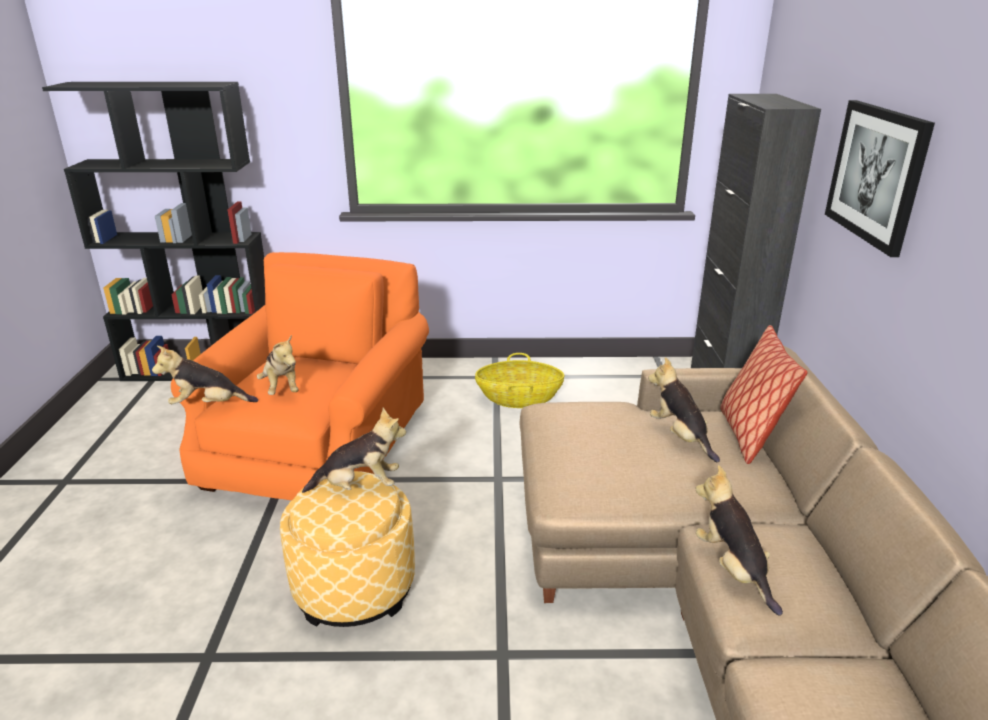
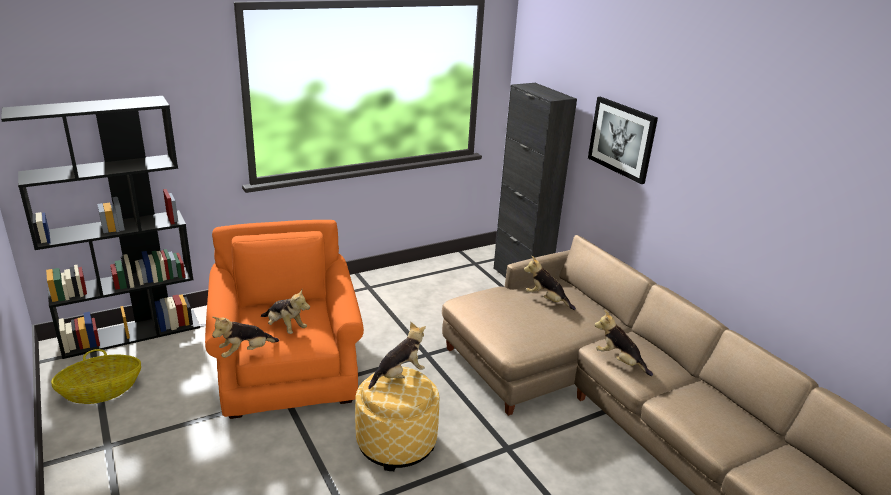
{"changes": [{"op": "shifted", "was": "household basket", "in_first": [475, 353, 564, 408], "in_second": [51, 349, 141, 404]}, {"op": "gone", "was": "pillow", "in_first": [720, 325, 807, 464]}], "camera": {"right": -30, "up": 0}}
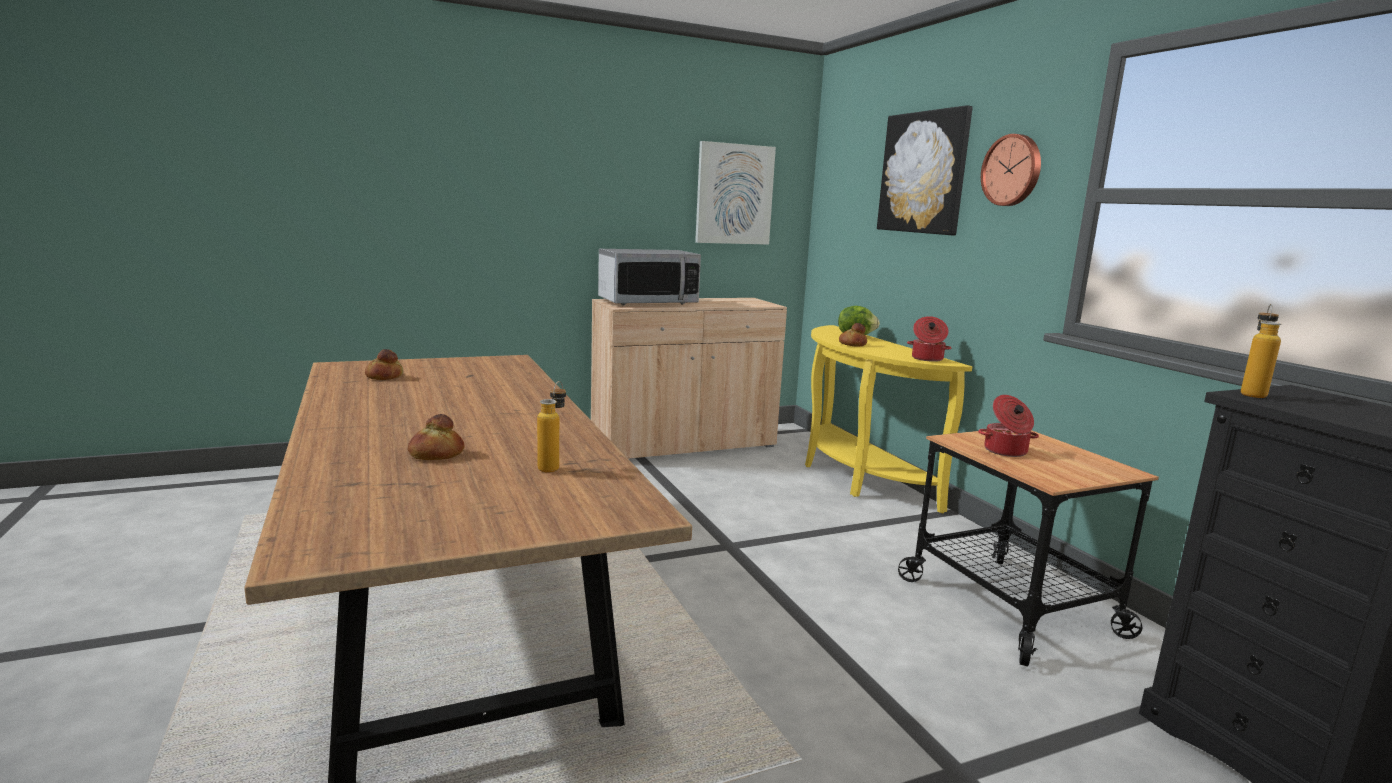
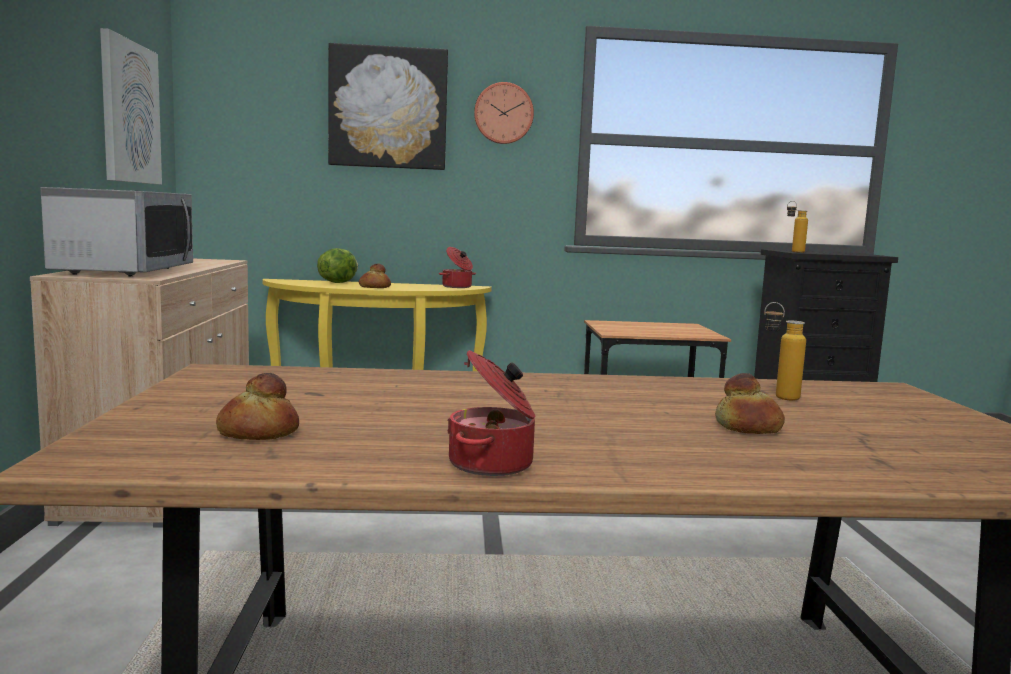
{"changes": [{"op": "shifted", "was": "cooking pot", "in_first": [978, 395, 1039, 457], "in_second": [447, 350, 535, 476]}], "camera": {"right": -70, "up": -5}}
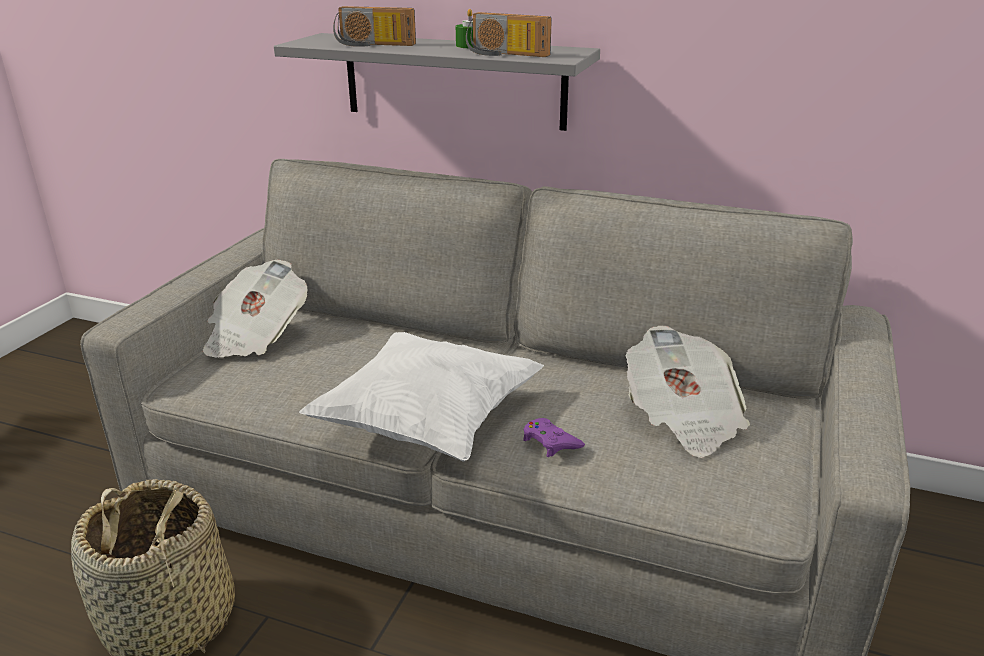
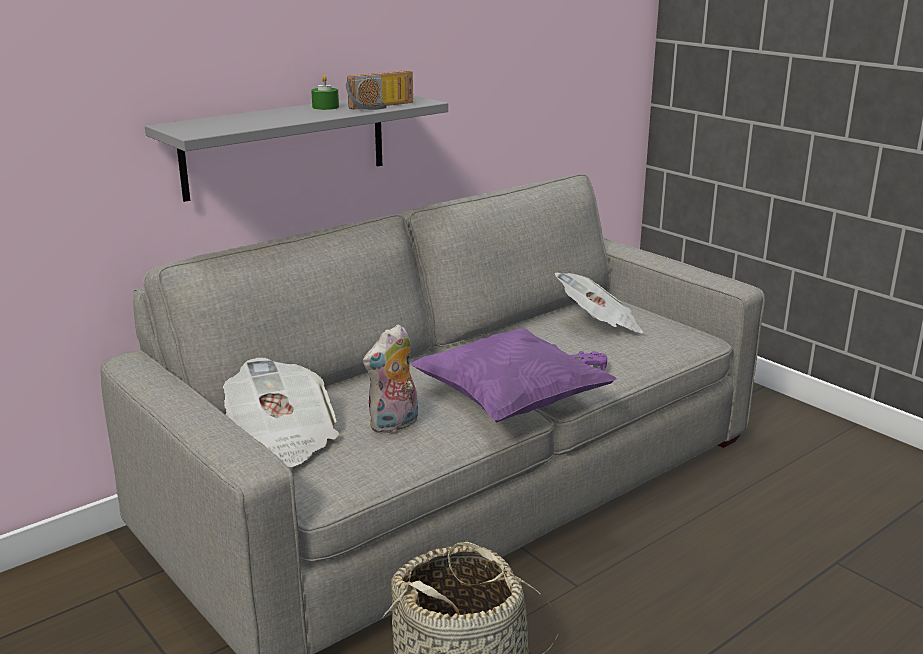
{"changes": [{"op": "repainted", "was": "white pillow", "now": "purplish pillow", "in_first": [299, 332, 544, 462], "in_second": [410, 328, 617, 423]}, {"op": "gone", "was": "radio", "in_first": [333, 6, 416, 47]}, {"op": "new", "now": "cuddly toy", "in_second": [363, 324, 418, 434]}], "camera": {"right": -60, "up": -5}}
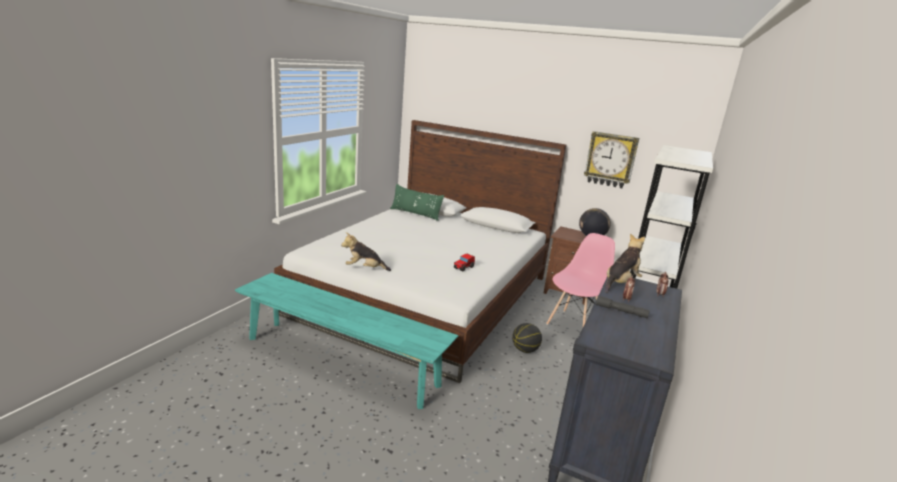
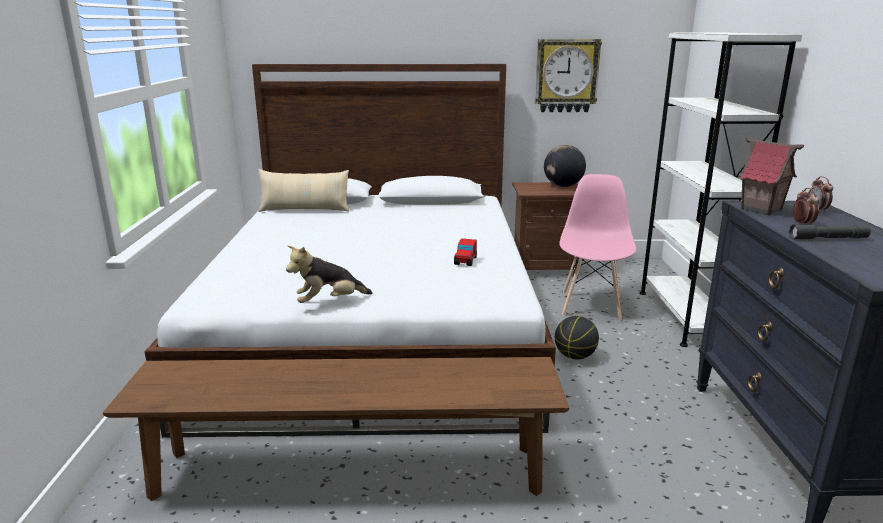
{"changes": [{"op": "repainted", "was": "turquoise indoor bench", "now": "brownish indoor bench", "in_first": [235, 273, 459, 409], "in_second": [103, 357, 569, 501]}, {"op": "repainted", "was": "green-coloured pillow", "now": "sand-coloured pillow", "in_first": [390, 184, 444, 221], "in_second": [258, 169, 349, 212]}, {"op": "swapped", "was": "cuddly toy", "now": "miniature house", "in_first": [605, 233, 645, 293], "in_second": [739, 137, 804, 215]}], "camera": {"right": -25, "up": 0}}
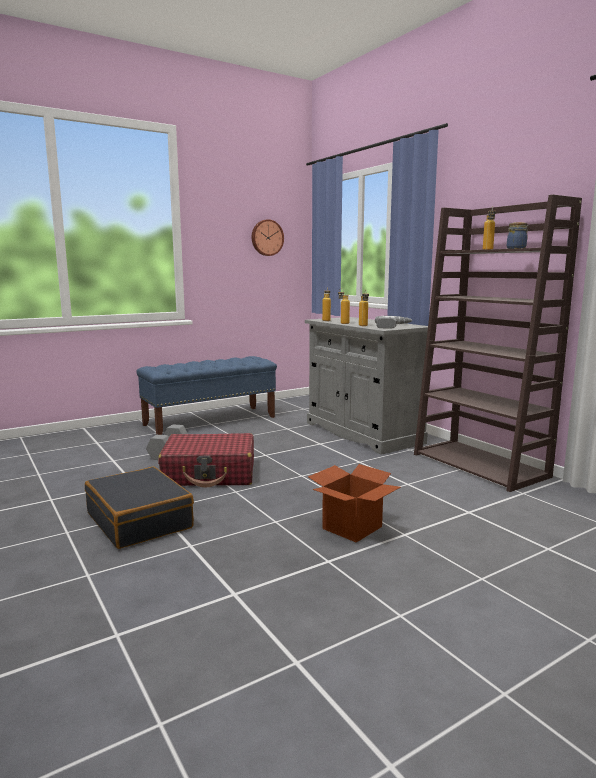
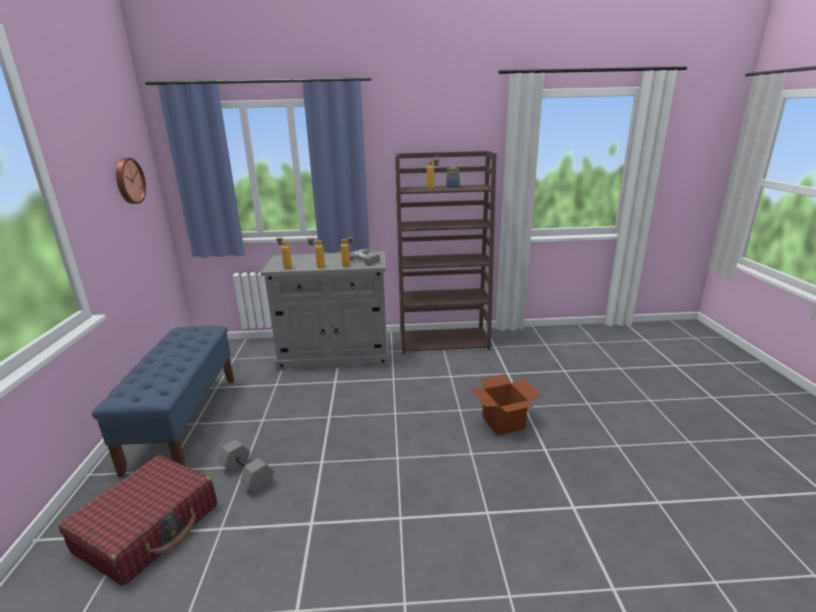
{"changes": [{"op": "gone", "was": "black-coloured piece of luggage", "in_first": [85, 467, 194, 549]}, {"op": "shifted", "was": "red-coloured piece of luggage", "in_first": [158, 433, 254, 487], "in_second": [58, 455, 217, 586]}], "camera": {"right": -60, "up": 10}}
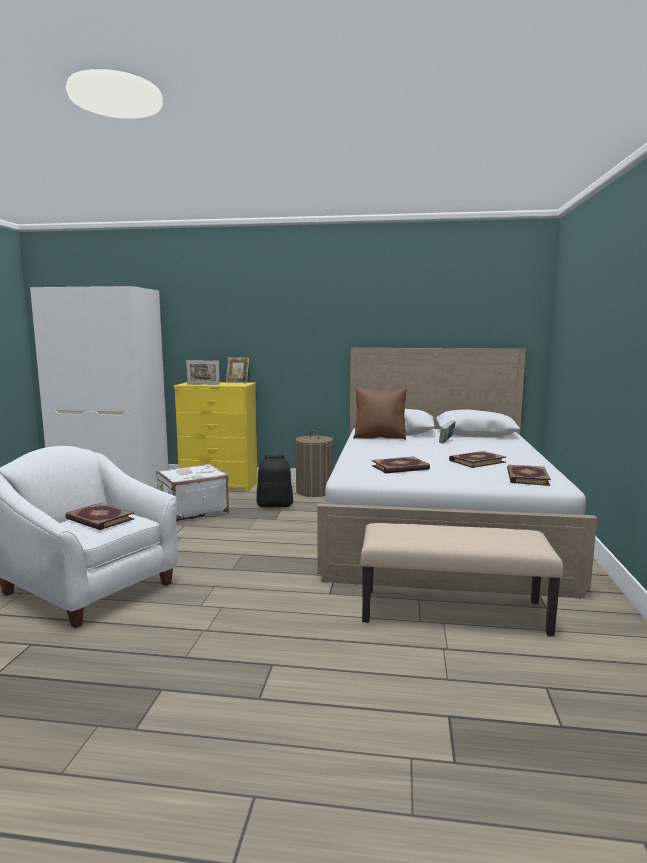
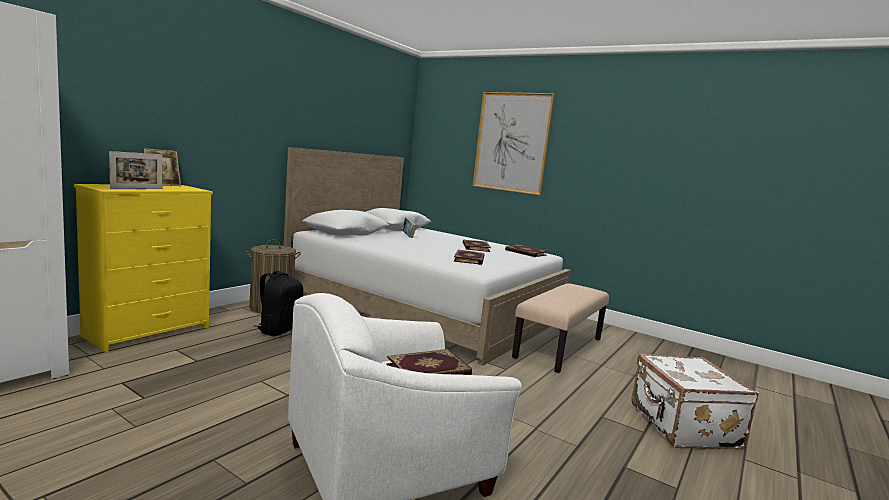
{"changes": [{"op": "shifted", "was": "white piece of luggage", "in_first": [156, 463, 229, 522], "in_second": [631, 354, 759, 450]}, {"op": "gone", "was": "brownish pillow", "in_first": [353, 388, 407, 440]}, {"op": "new", "now": "wall picture", "in_second": [473, 92, 555, 195]}], "camera": {"right": -65, "up": 0}}
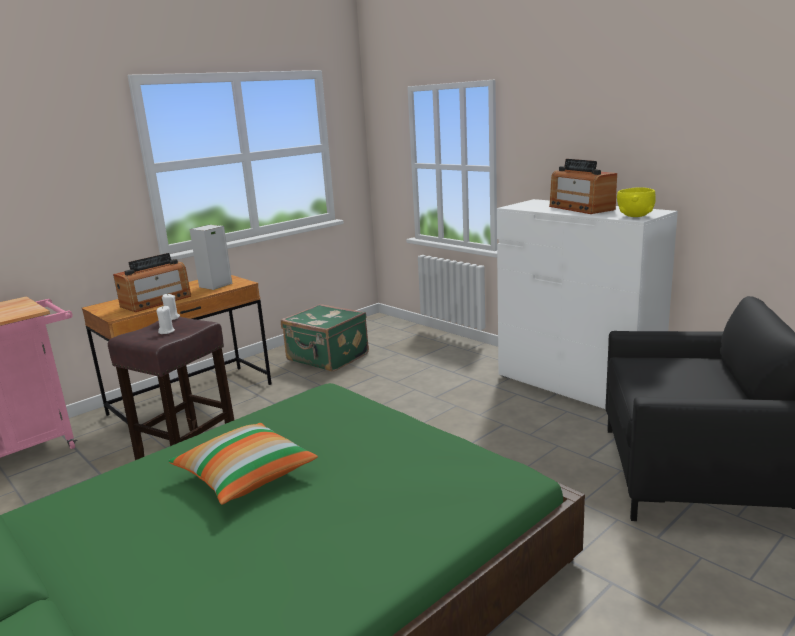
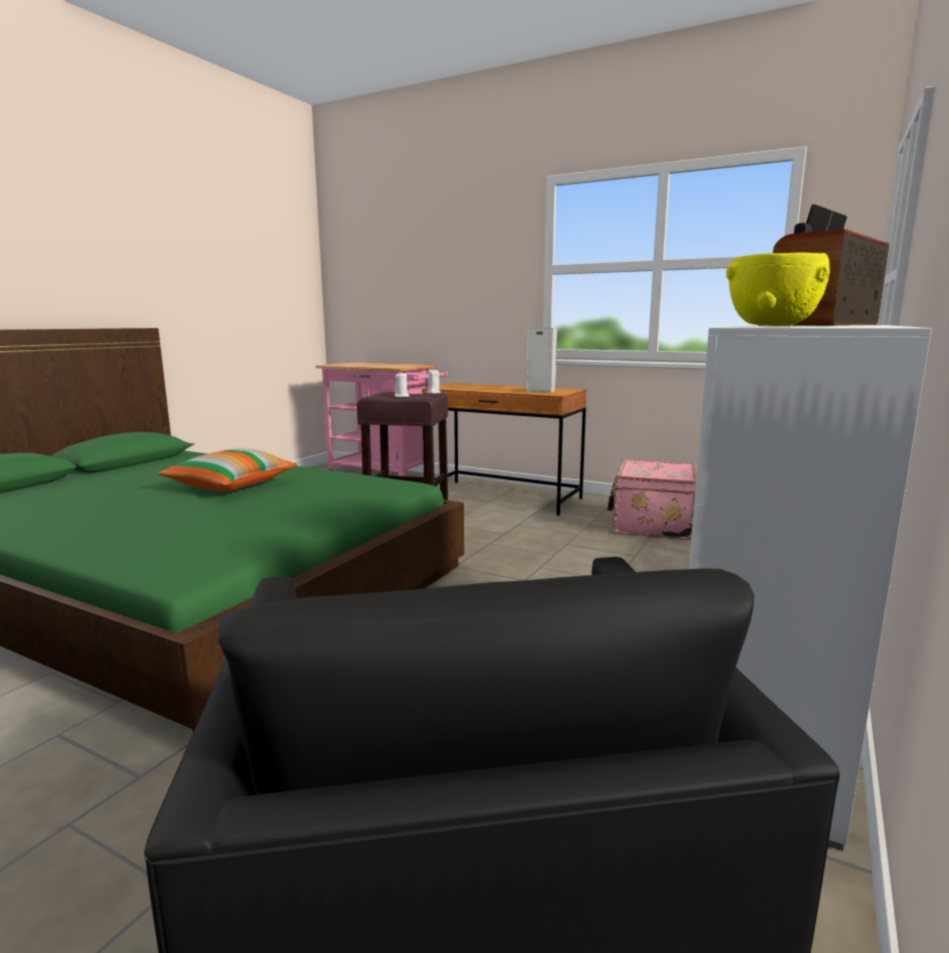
{"changes": [{"op": "gone", "was": "radio", "in_first": [113, 253, 191, 312]}, {"op": "repainted", "was": "green-coloured piece of luggage", "now": "pink piece of luggage", "in_first": [281, 304, 369, 372], "in_second": [607, 459, 697, 540]}], "camera": {"right": 70, "up": -5}}
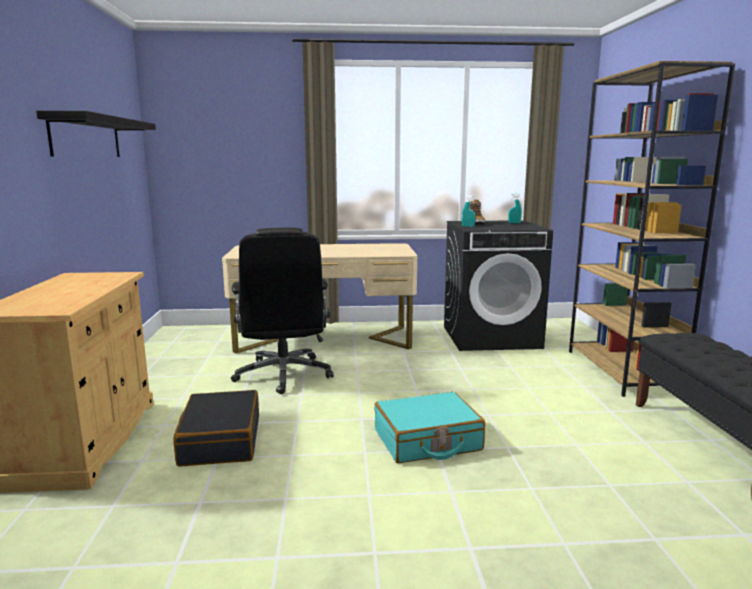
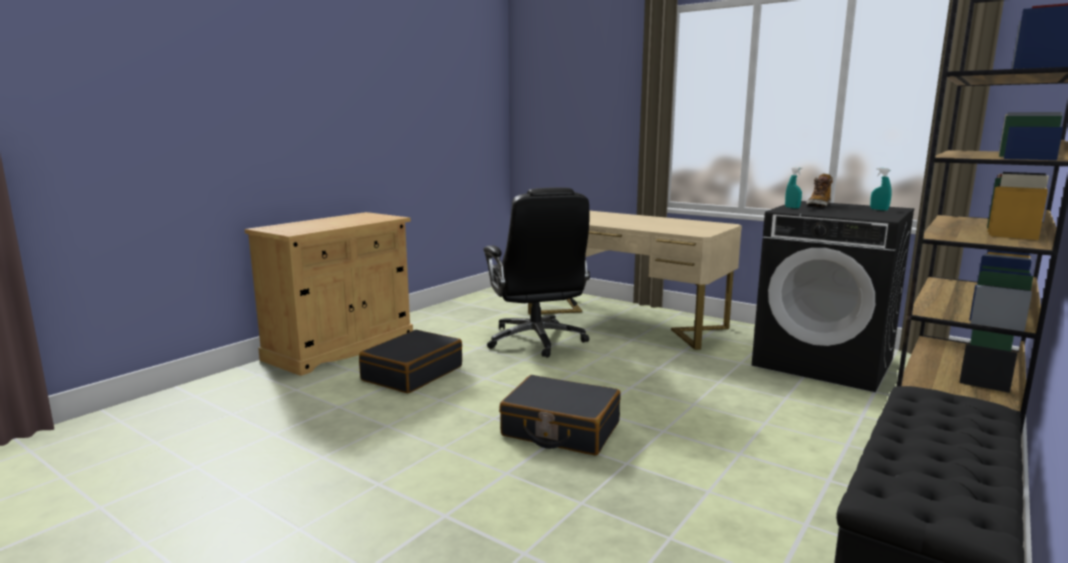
{"changes": [{"op": "gone", "was": "black-coloured shelf", "in_first": [36, 110, 156, 157]}, {"op": "rotated", "was": "black-coloured desk chair", "in_first": [231, 227, 334, 394], "in_second": [483, 187, 590, 358], "clockwise": -45}, {"op": "repainted", "was": "turquoise piece of luggage", "now": "black-coloured piece of luggage", "in_first": [374, 392, 485, 463], "in_second": [499, 375, 621, 455]}], "camera": {"right": 40, "up": 0}}
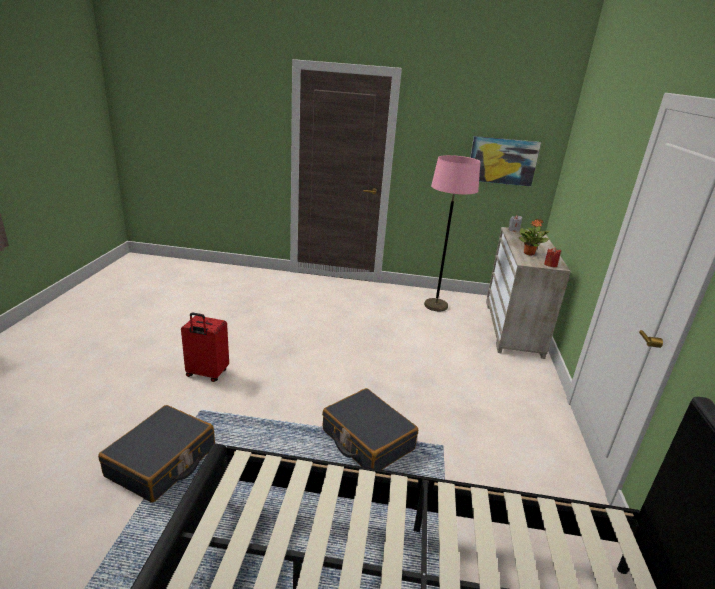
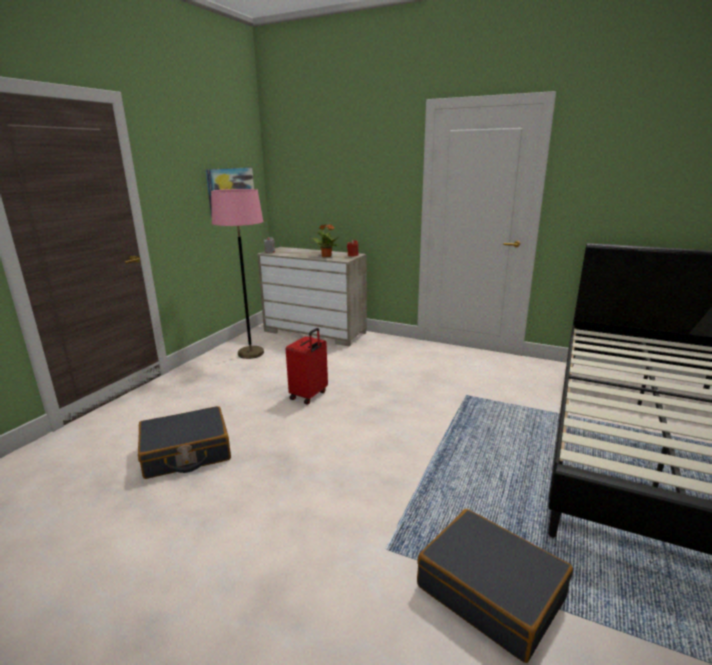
{"changes": [{"op": "shifted", "was": "red-coloured piece of luggage", "in_first": [181, 312, 229, 382], "in_second": [286, 328, 328, 404]}, {"op": "shifted", "was": "black-coloured piece of luggage", "in_first": [322, 388, 418, 470], "in_second": [138, 406, 231, 479]}], "camera": {"right": -70, "up": -5}}
